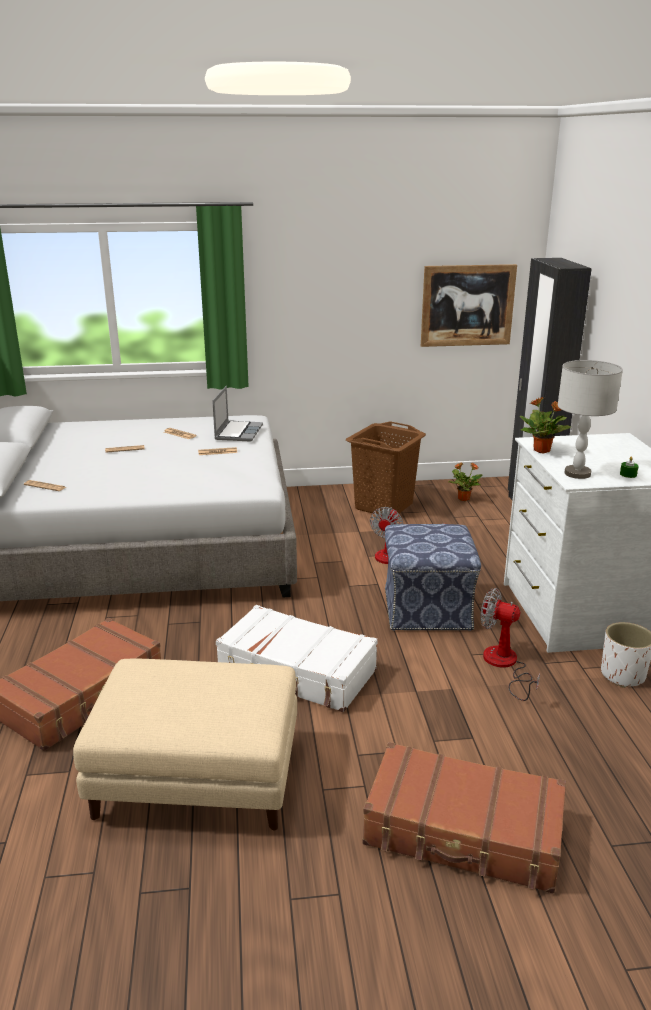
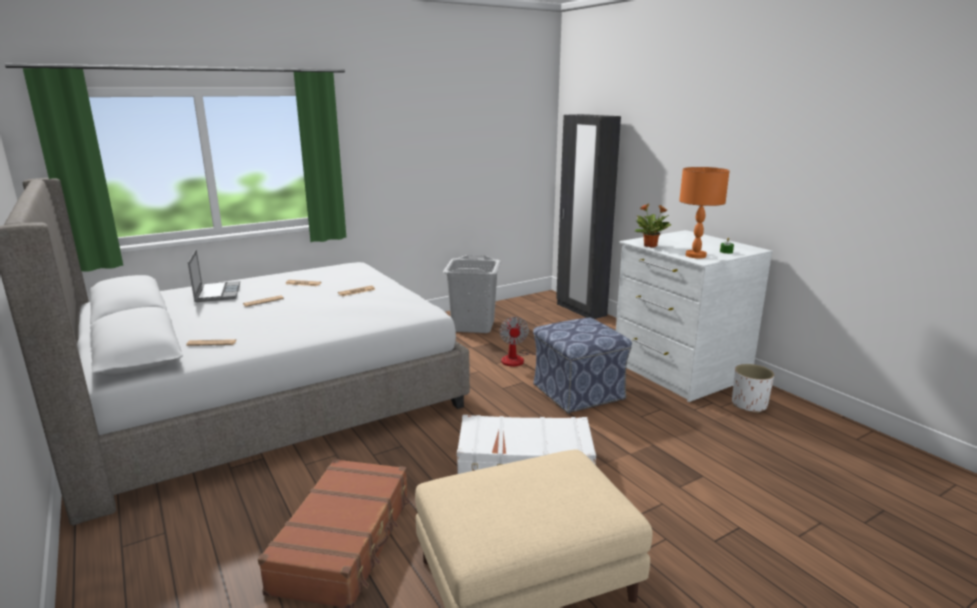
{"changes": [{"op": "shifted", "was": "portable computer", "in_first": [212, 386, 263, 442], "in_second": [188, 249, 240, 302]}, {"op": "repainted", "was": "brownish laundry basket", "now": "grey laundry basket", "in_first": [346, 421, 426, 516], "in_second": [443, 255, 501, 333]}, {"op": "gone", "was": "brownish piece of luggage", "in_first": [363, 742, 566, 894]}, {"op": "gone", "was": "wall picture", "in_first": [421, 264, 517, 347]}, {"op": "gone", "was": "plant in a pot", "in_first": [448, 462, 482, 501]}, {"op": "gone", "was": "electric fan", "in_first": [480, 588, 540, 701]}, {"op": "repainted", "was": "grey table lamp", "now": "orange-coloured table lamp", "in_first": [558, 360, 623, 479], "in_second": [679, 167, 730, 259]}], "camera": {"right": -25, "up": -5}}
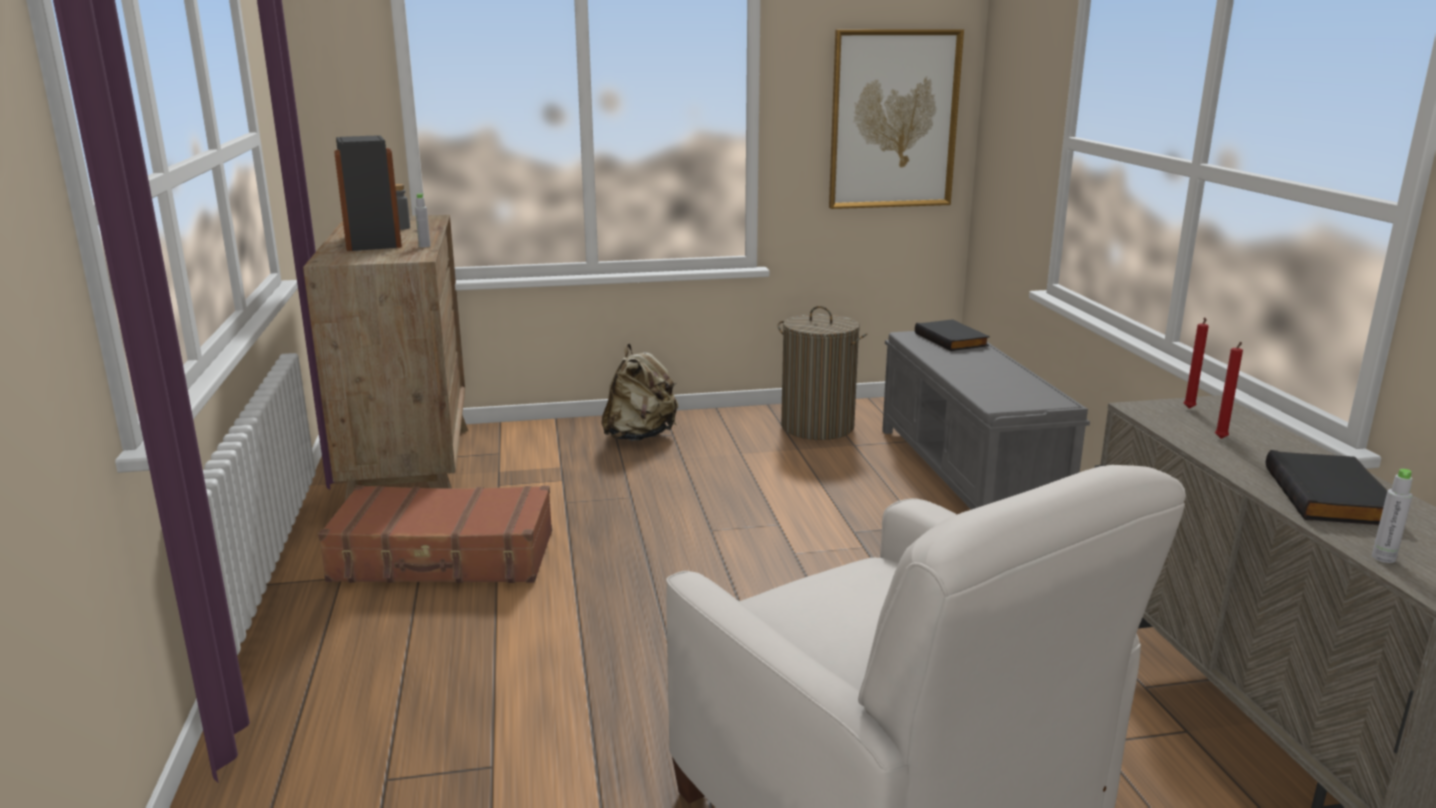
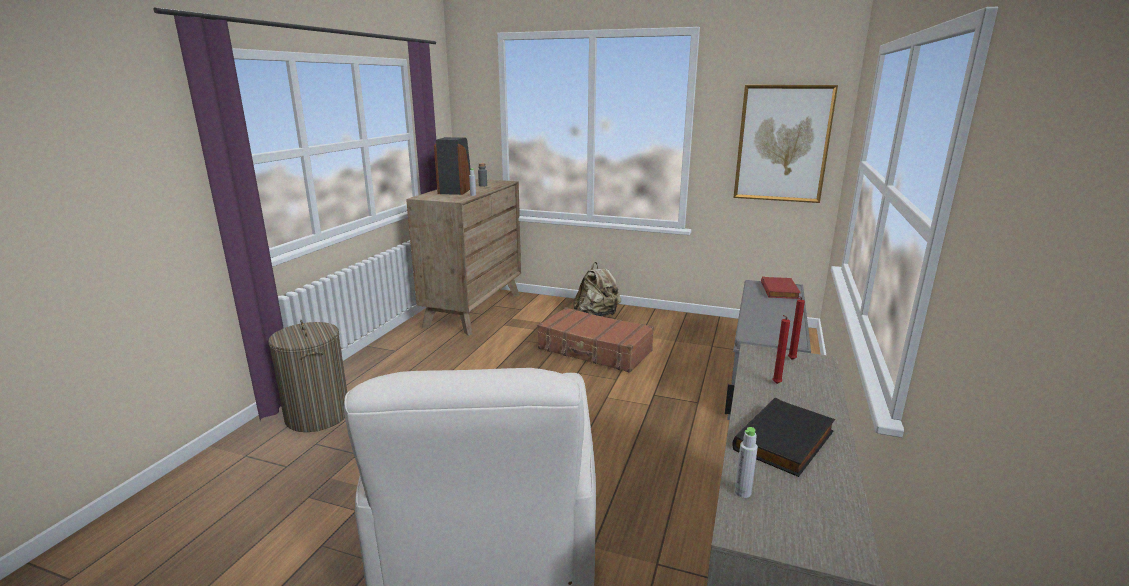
{"changes": [{"op": "shifted", "was": "brownish piece of luggage", "in_first": [318, 485, 552, 583], "in_second": [537, 307, 654, 373]}, {"op": "shifted", "was": "laundry basket", "in_first": [778, 306, 867, 440], "in_second": [268, 320, 347, 432]}, {"op": "repainted", "was": "black-coloured volume", "now": "red-coloured volume", "in_first": [915, 319, 990, 351], "in_second": [761, 276, 801, 299]}], "camera": {"right": 30, "up": 0}}
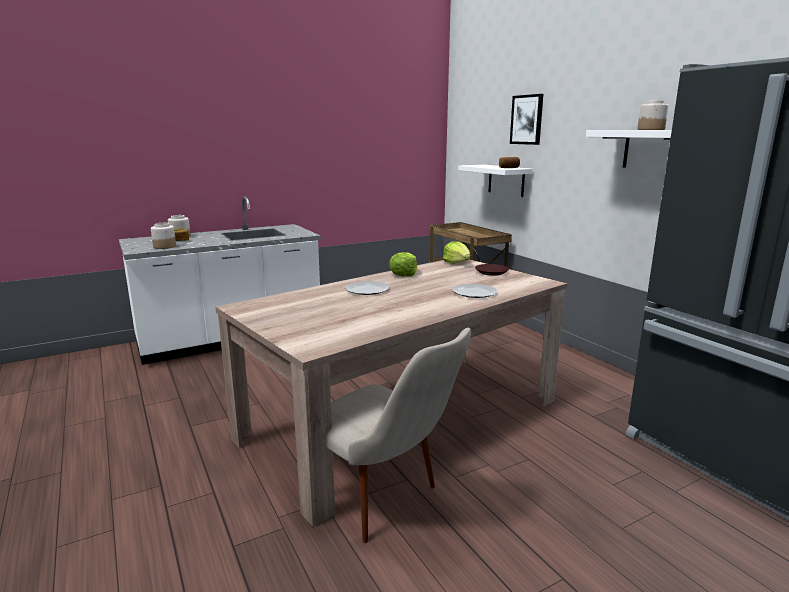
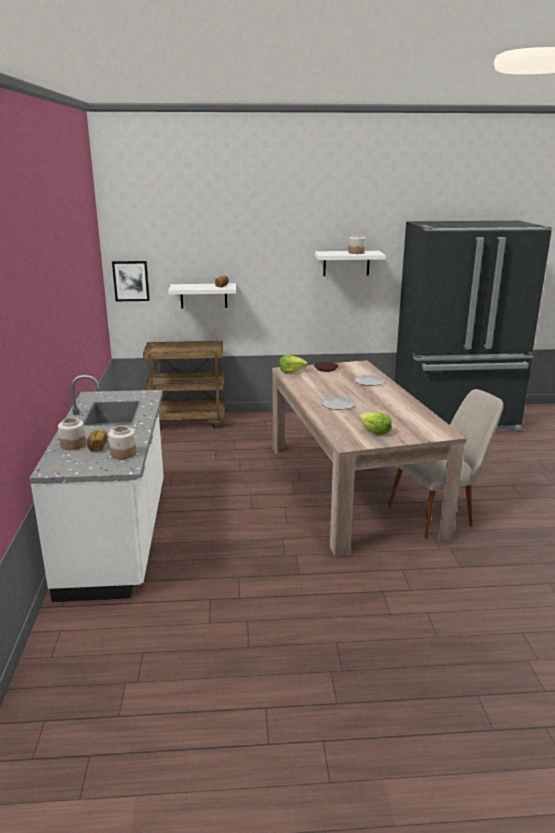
{"changes": [{"op": "shifted", "was": "lettuce", "in_first": [389, 252, 417, 277], "in_second": [359, 412, 392, 435]}, {"op": "shifted", "was": "wall picture", "in_first": [510, 94, 543, 145], "in_second": [112, 261, 150, 301]}], "camera": {"right": -65, "up": 5}}
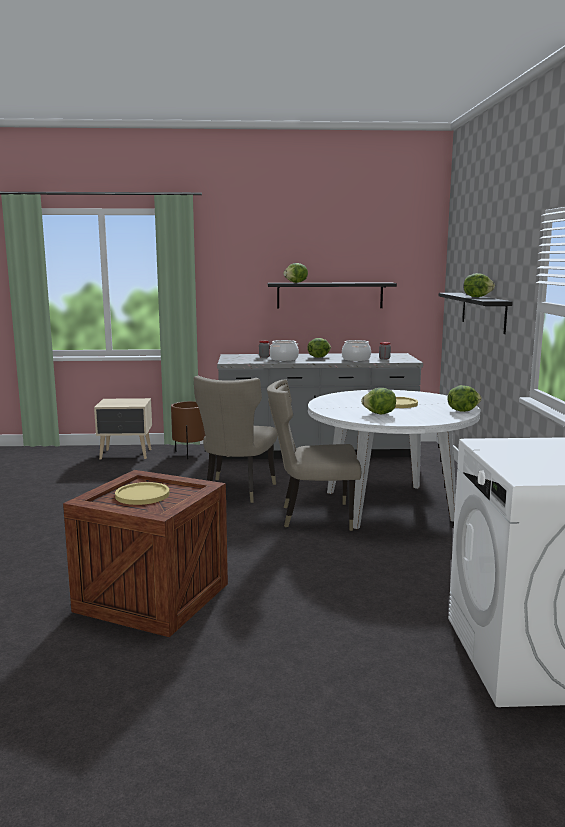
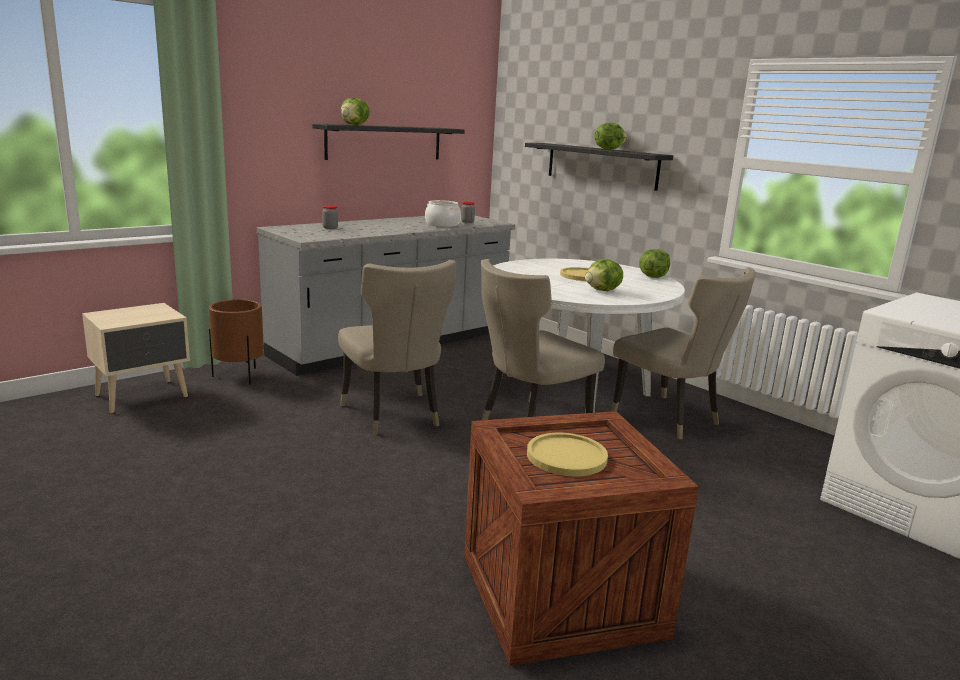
{"changes": [{"op": "gone", "was": "cooking pot", "in_first": [269, 340, 299, 361]}, {"op": "gone", "was": "lettuce", "in_first": [307, 338, 331, 358]}, {"op": "new", "now": "sand-coloured upright chair", "in_second": [611, 267, 756, 439]}], "camera": {"right": -40, "up": 5}}
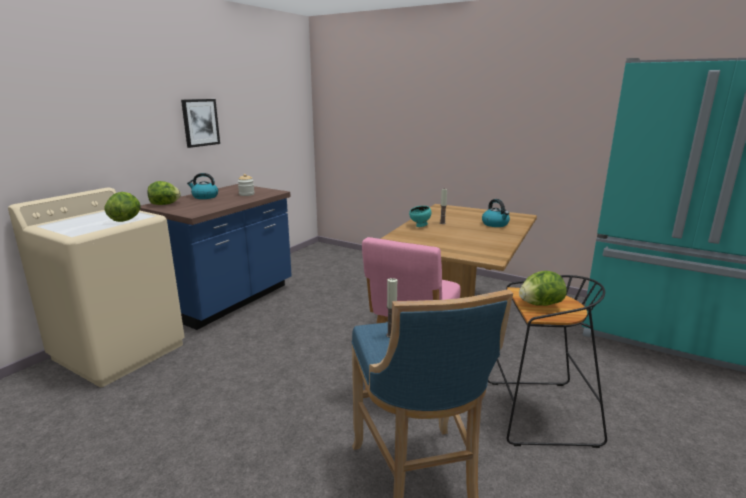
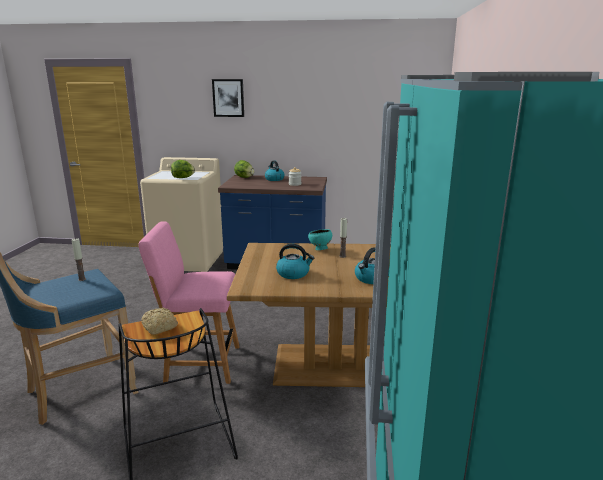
{"changes": [{"op": "shifted", "was": "wall picture", "in_first": [181, 99, 220, 148], "in_second": [212, 79, 244, 117]}, {"op": "swapped", "was": "lettuce", "now": "bakery bread", "in_first": [519, 271, 567, 306], "in_second": [141, 308, 178, 335]}, {"op": "new", "now": "tea kettle", "in_second": [276, 244, 314, 279]}], "camera": {"right": 65, "up": 0}}
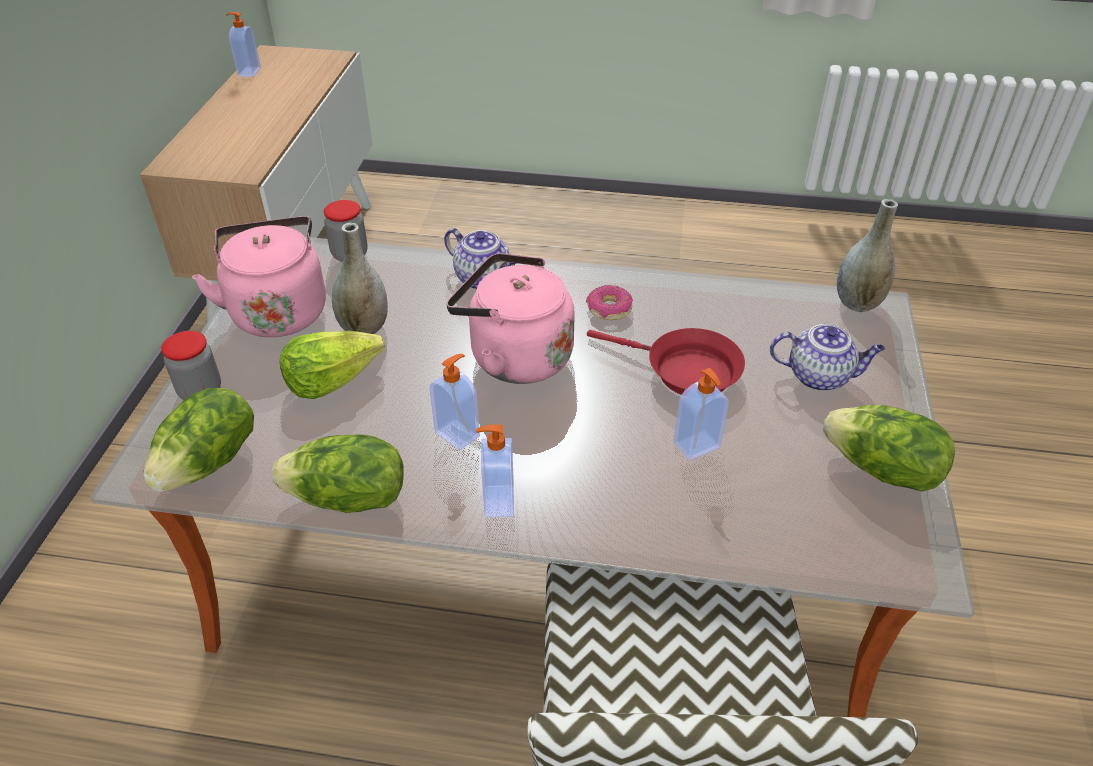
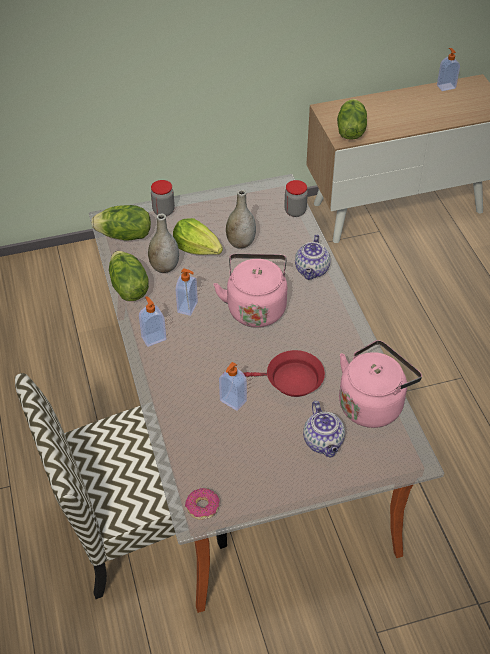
{"changes": [{"op": "shifted", "was": "pink tea kettle", "in_first": [192, 216, 326, 337], "in_second": [339, 340, 422, 428]}, {"op": "shifted", "was": "doughnut", "in_first": [586, 285, 633, 320], "in_second": [185, 488, 220, 520]}, {"op": "rotated", "was": "red-coloured skillet", "in_first": [587, 328, 745, 395], "in_second": [243, 350, 325, 397], "clockwise": -90}, {"op": "shifted", "was": "lettuce", "in_first": [823, 405, 955, 492], "in_second": [337, 99, 367, 140]}, {"op": "shifted", "was": "grey decorative vase", "in_first": [837, 199, 898, 312], "in_second": [148, 213, 179, 273]}], "camera": {"right": 65, "up": 5}}
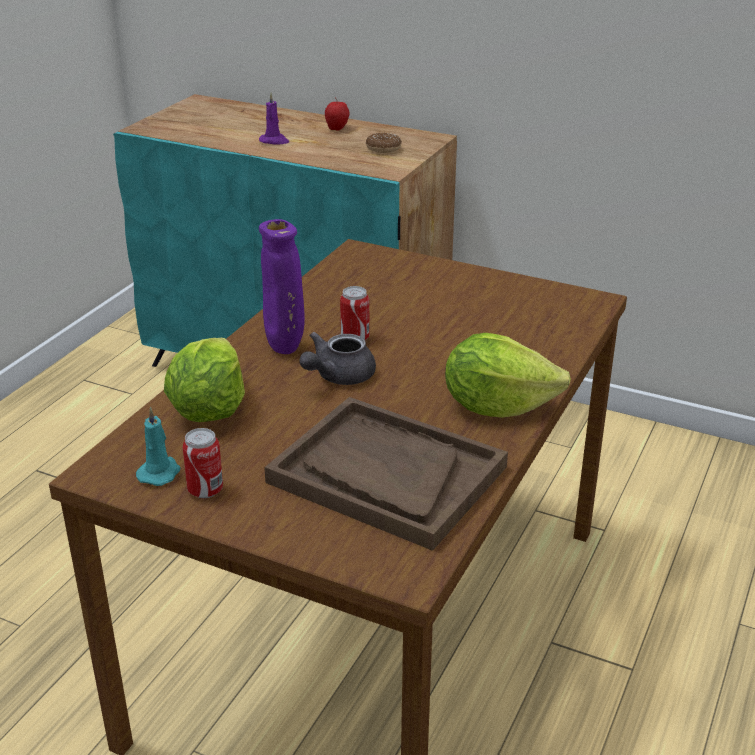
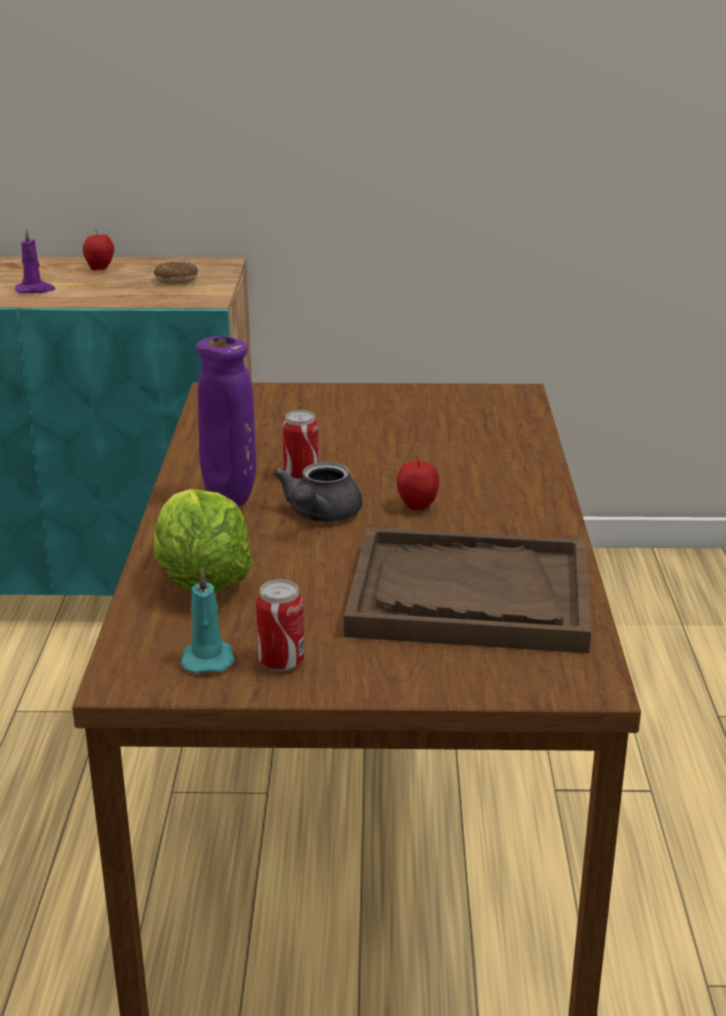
{"changes": [{"op": "gone", "was": "lettuce", "in_first": [445, 333, 571, 418]}, {"op": "new", "now": "apple fruit", "in_second": [397, 455, 439, 510]}], "camera": {"right": -25, "up": -5}}
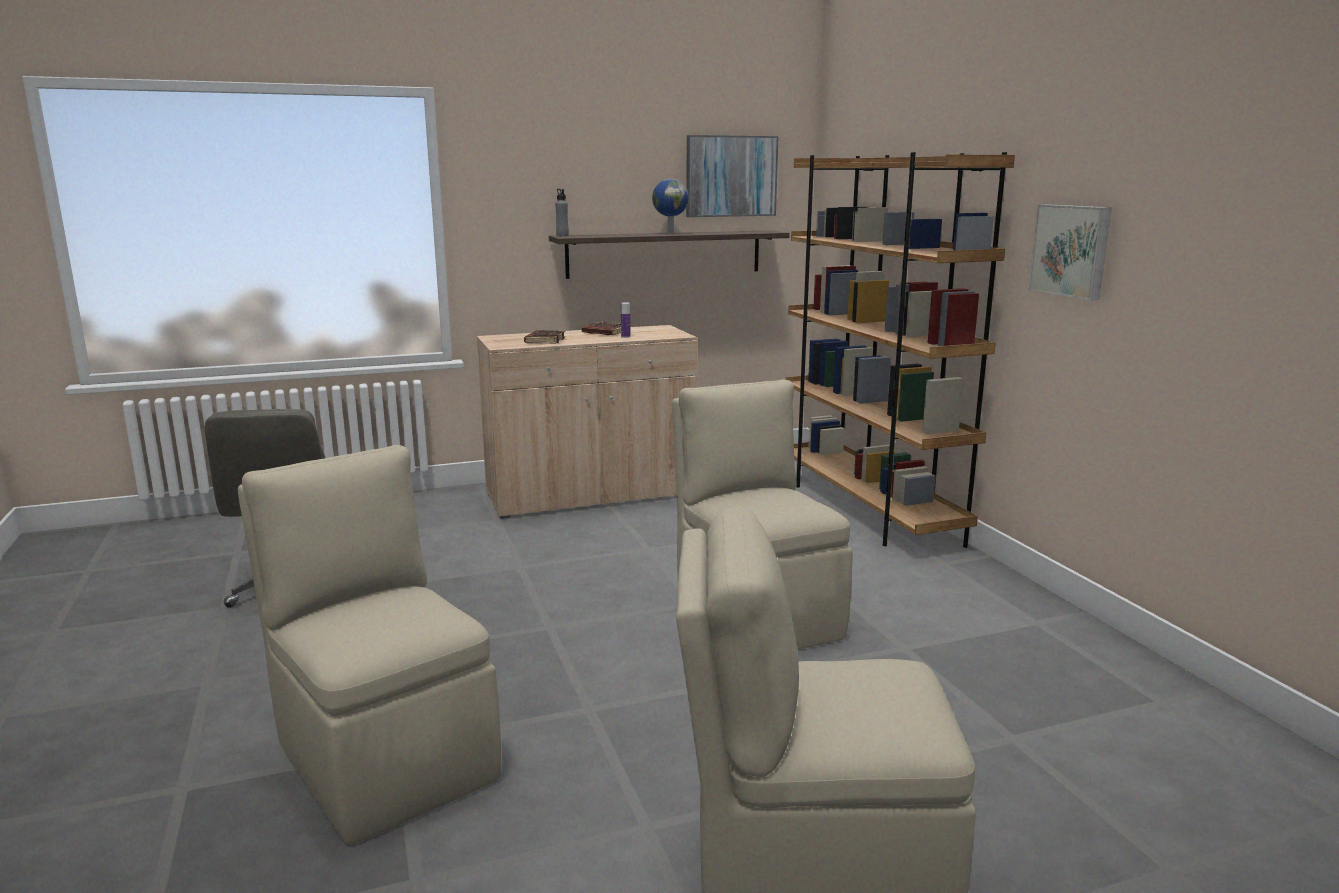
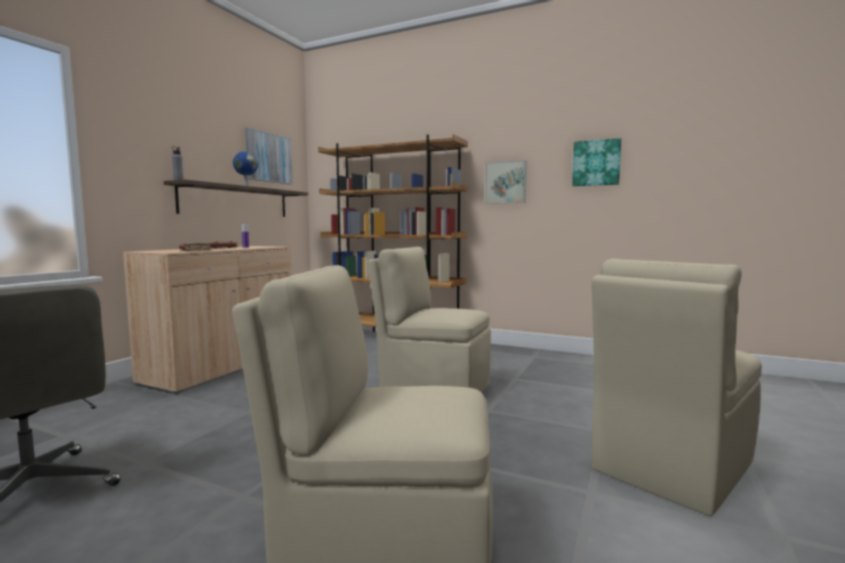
{"changes": [{"op": "new", "now": "wall picture", "in_second": [572, 138, 621, 186]}], "camera": {"right": -45, "up": -10}}
